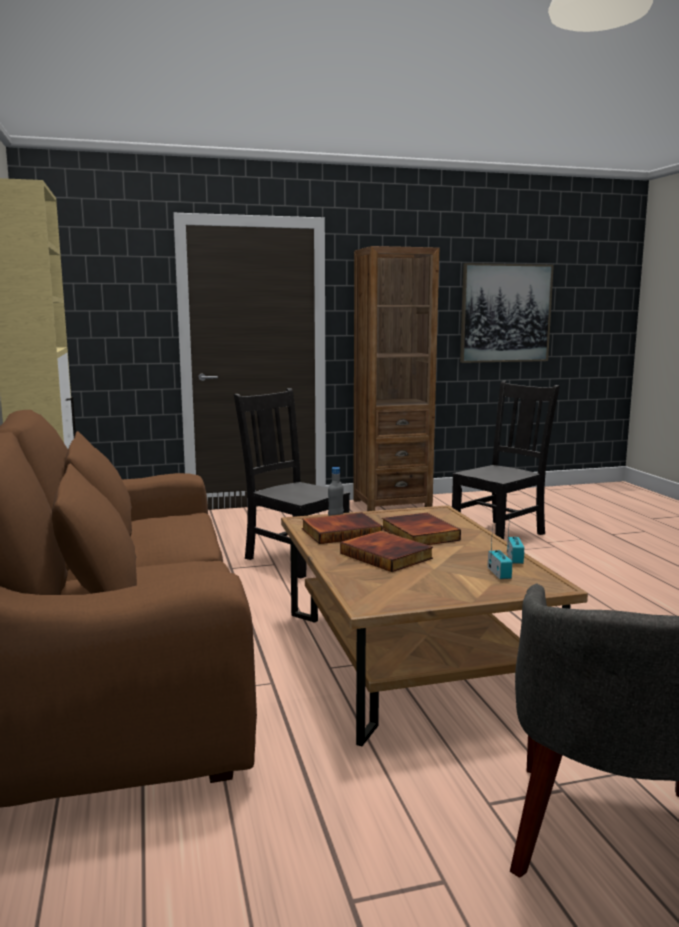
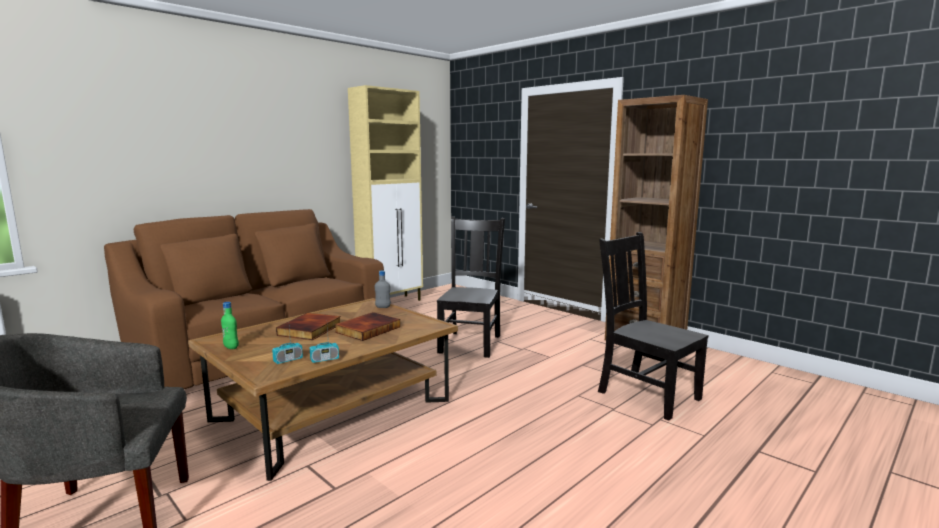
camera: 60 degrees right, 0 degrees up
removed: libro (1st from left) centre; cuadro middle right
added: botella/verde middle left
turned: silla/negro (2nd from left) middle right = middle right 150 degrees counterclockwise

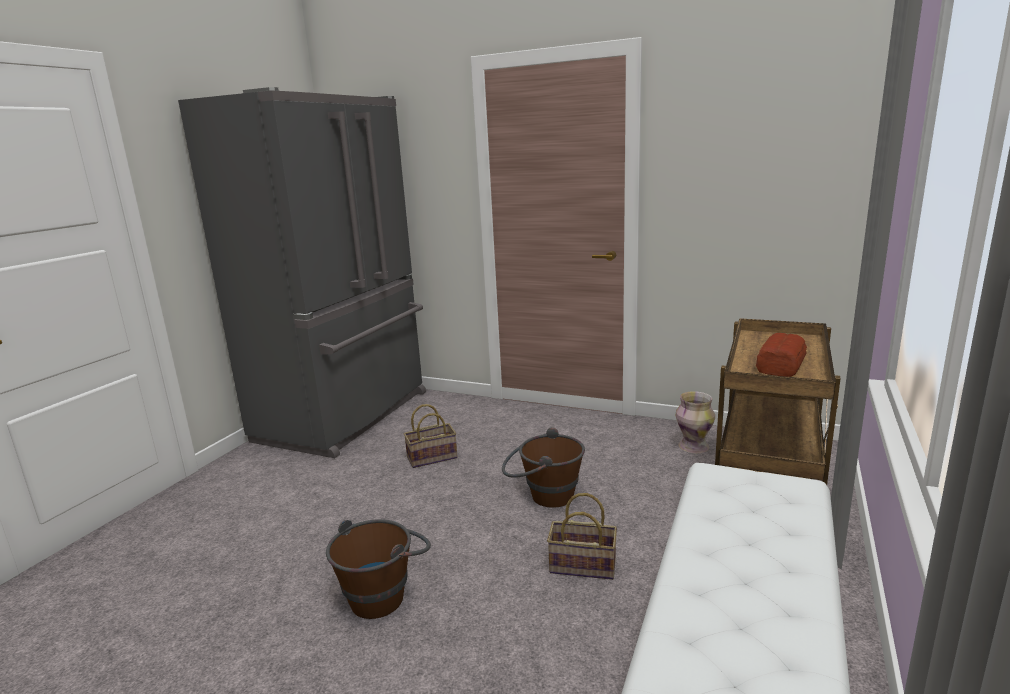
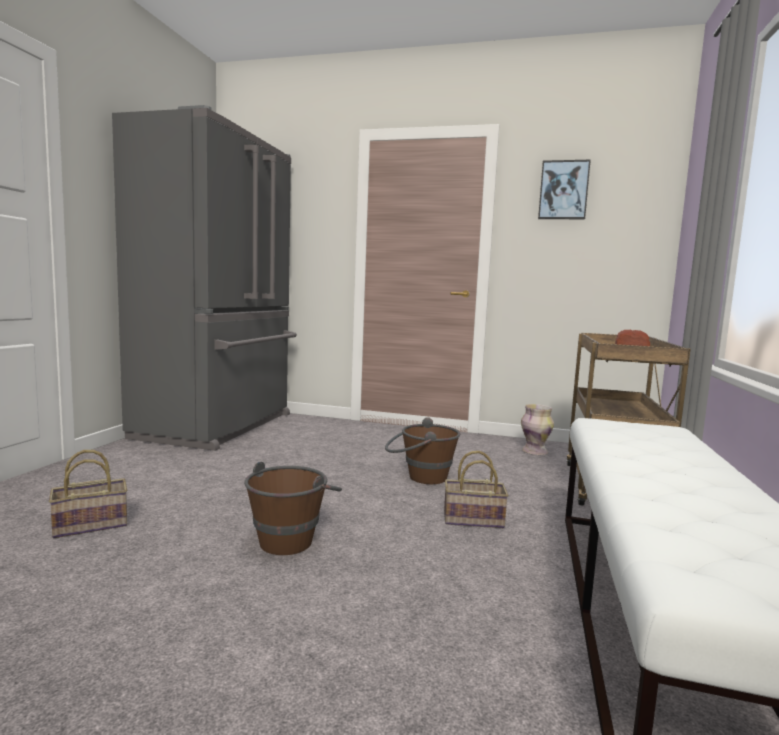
camera: 10 degrees left, 10 degrees down
added: cuadro top right
moved: cesta (1st from left) centre to bottom left

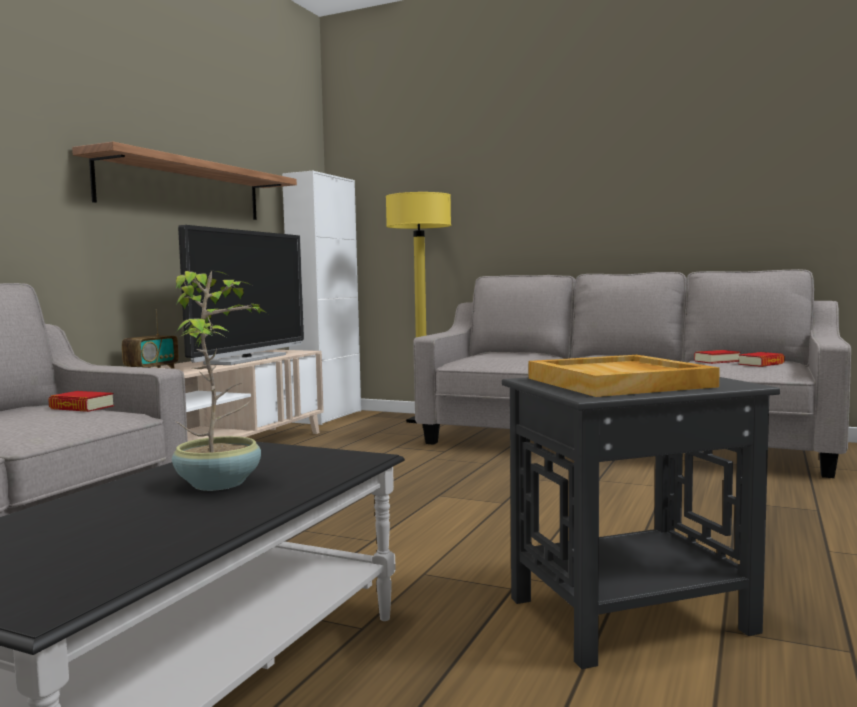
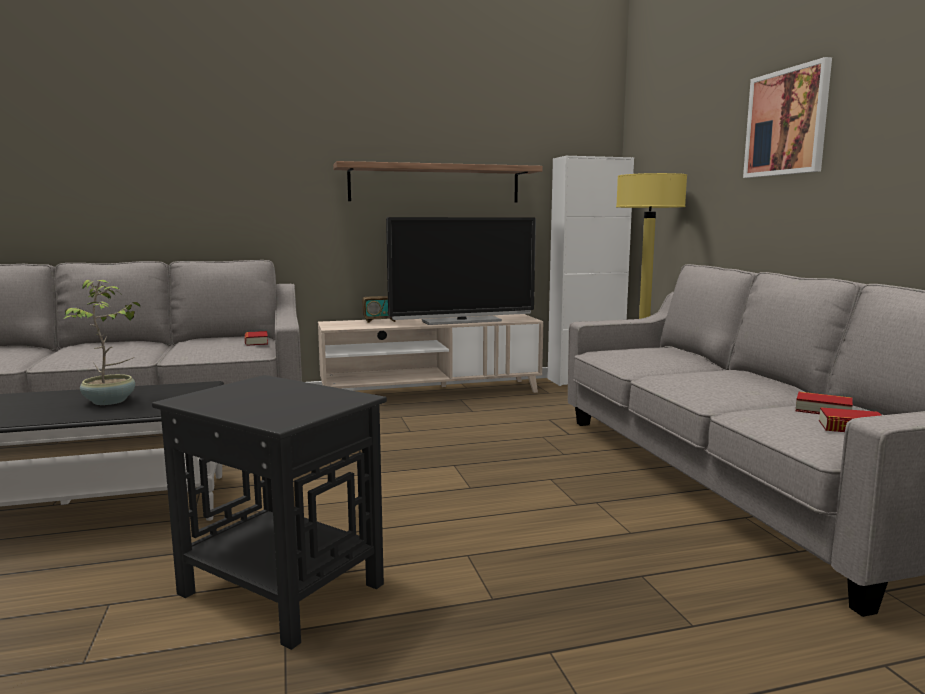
camera: 50 degrees right, 5 degrees up
removed: bandeja/beis middle right
added: cuadro top right

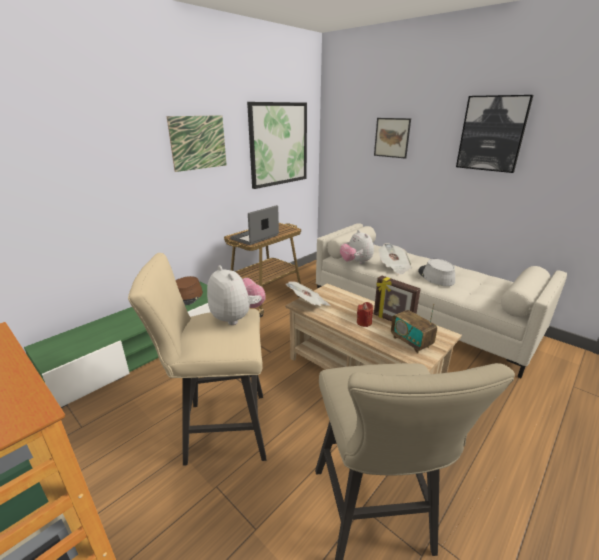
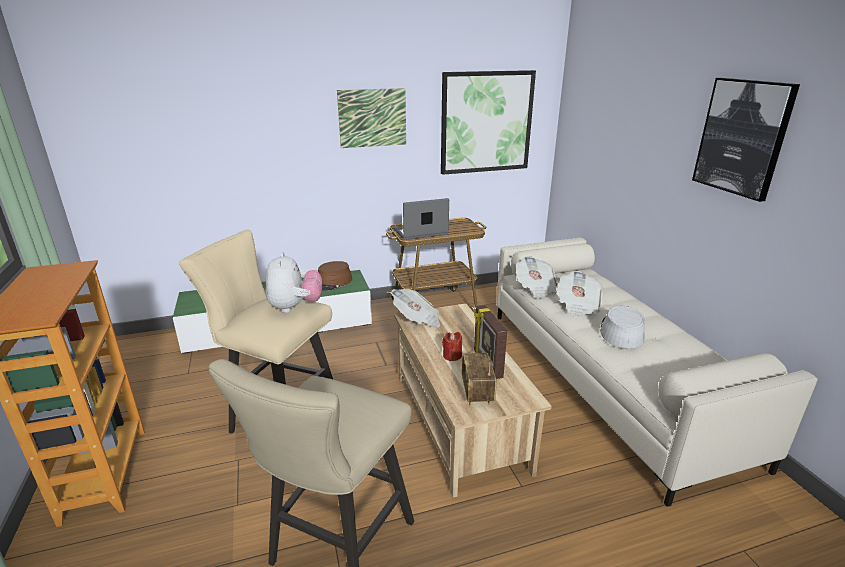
camera: 30 degrees right, 0 degrees up
removed: cuadro (3rd from left) top centre
replaced: peluche (2nd from left) centre to periódico (2nd from left) centre

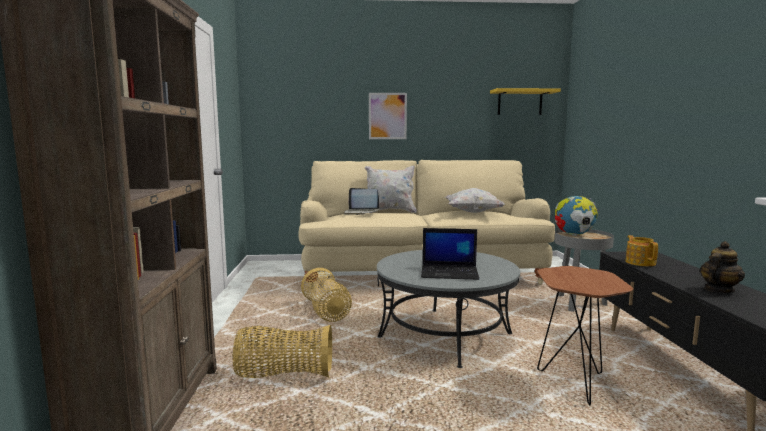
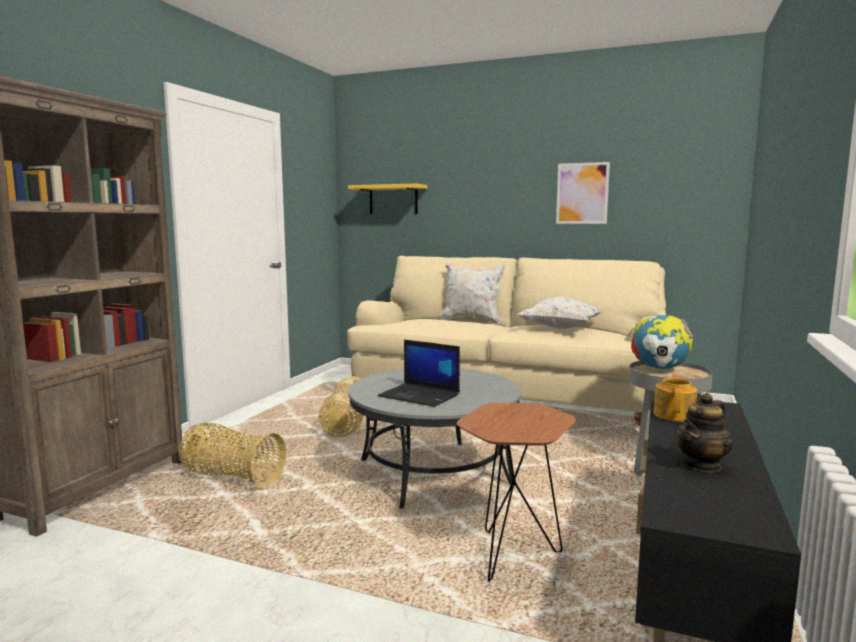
camera: 25 degrees right, 0 degrees up
removed: portátil (1st from left) centre
moved: cuadro top centre to top right; estante/amarillo top right to top centre
turned: tetera (2nd from left) middle right = bottom right 150 degrees clockwise

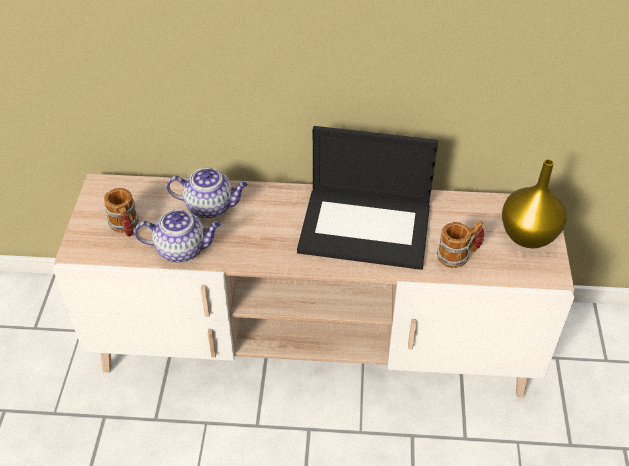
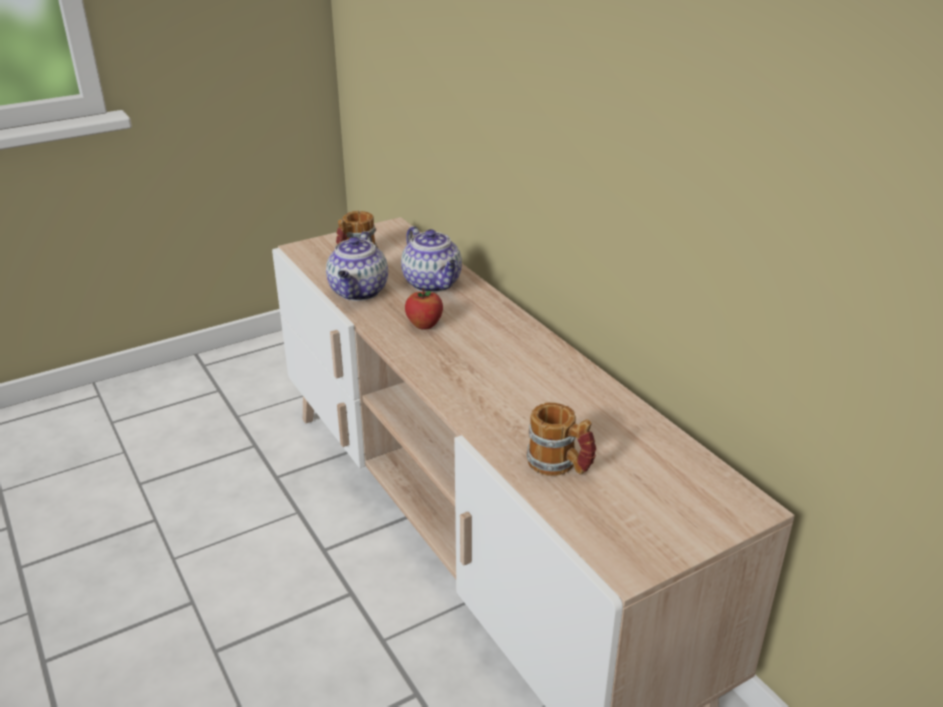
camera: 55 degrees right, 15 degrees down
removed: portátil centre; florero/amarillo middle right
added: manzana centre
turned: tetera (1st from left) middle left = centre 45 degrees clockwise

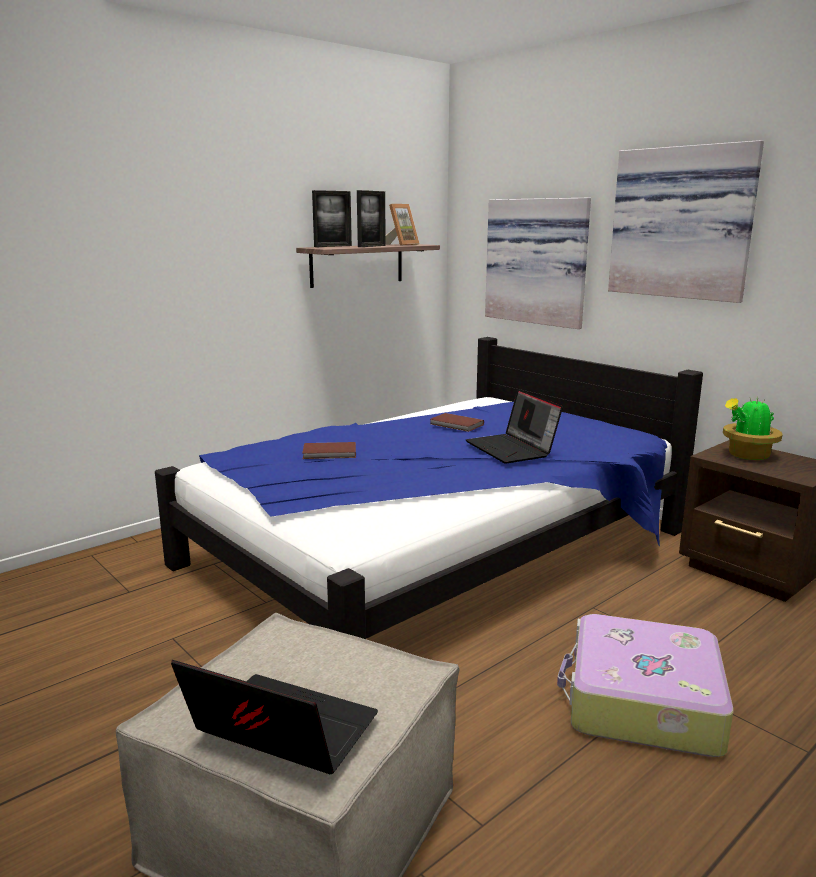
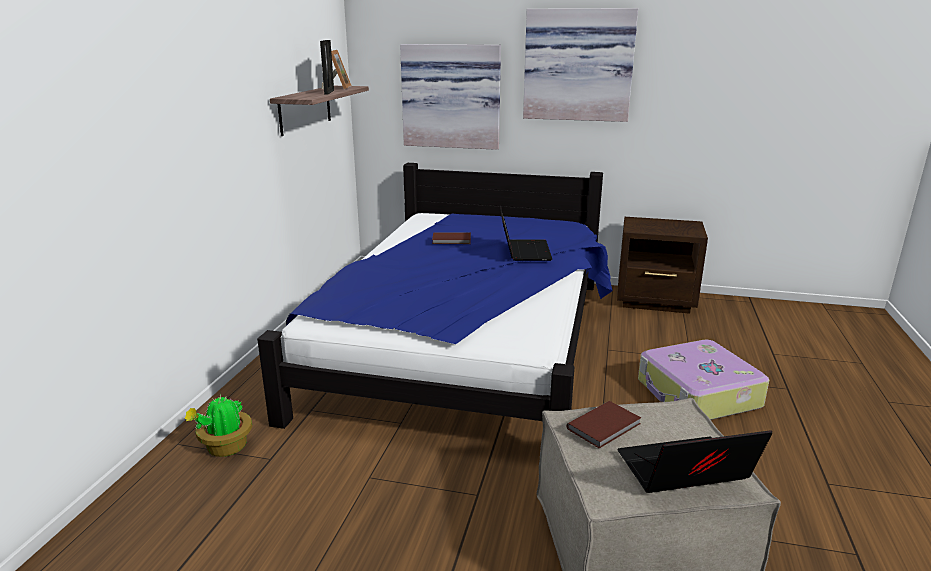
camera: 35 degrees left, 5 degrees up
removed: portarretratos (1st from left) top centre
moved: libro/marrón (1st from left in the first image) centre to libro/marrón (2nd from left) bottom centre; planta en maceta middle right to bottom left
turned: portátil (2nd from left in the first image) centre = centre 120 degrees counterclockwise

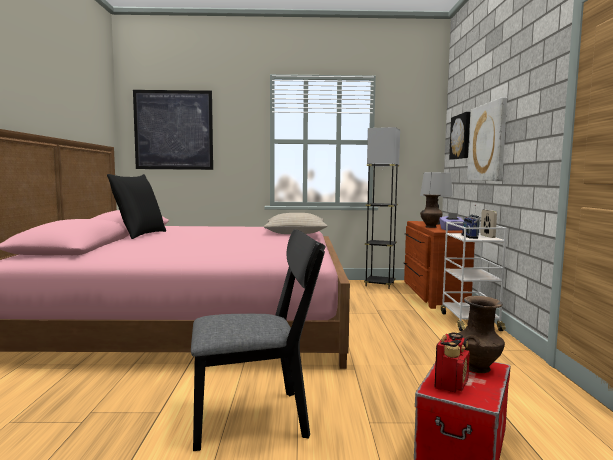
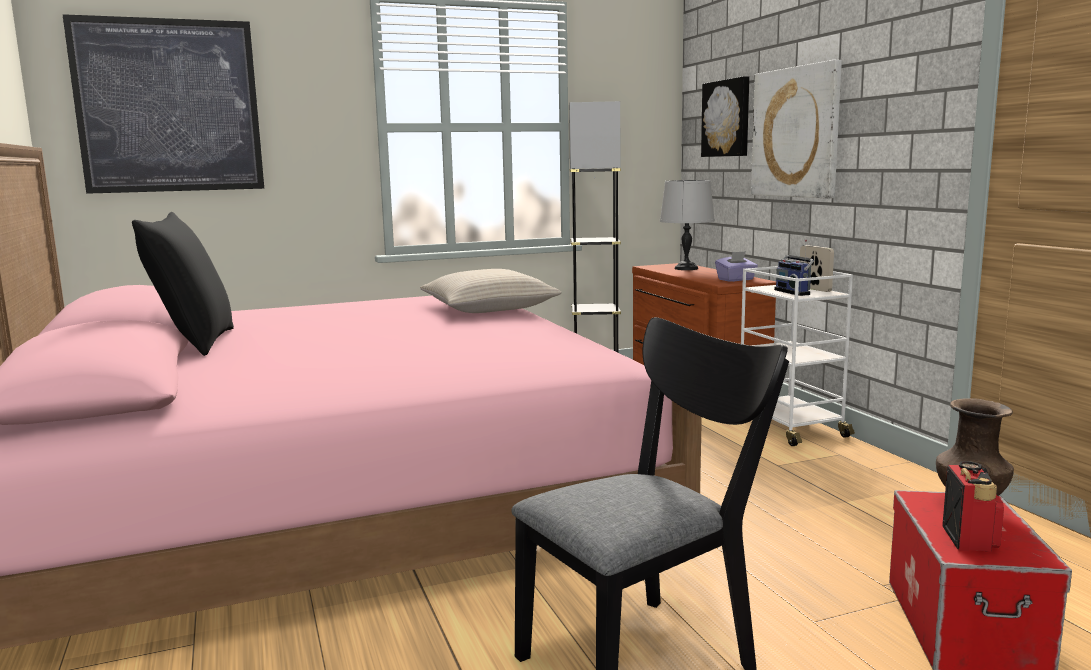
camera: 20 degrees left, 5 degrees up
removed: florero/marrón (1st from left) middle right

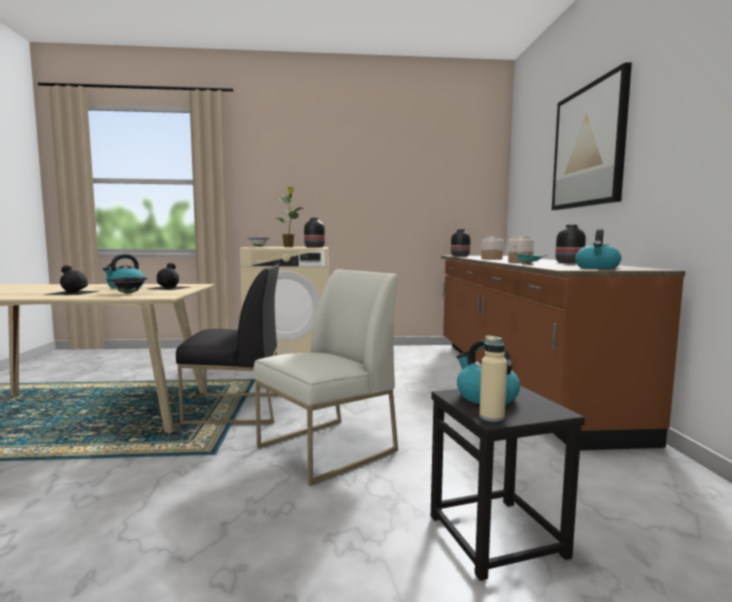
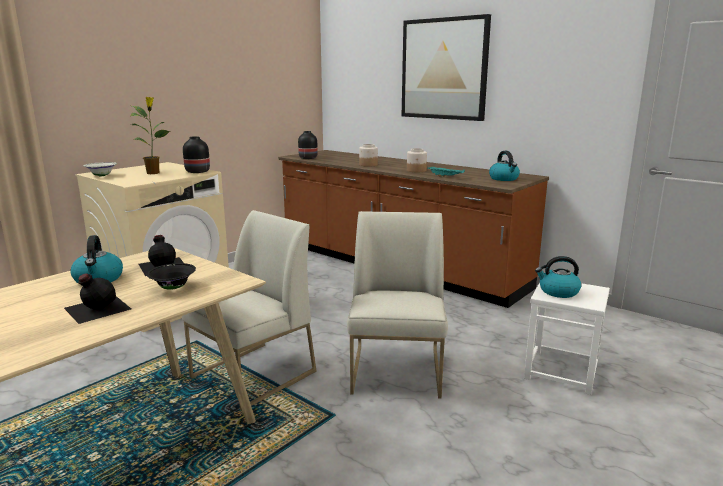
camera: 45 degrees left, 10 degrees up
removed: botella/beis middle right; florero/negro (3rd from left) middle right
recoloured: silla/negro middle left to silla/blanco (1st from left) centre; taburete/negro bottom right to taburete/blanco bottom right

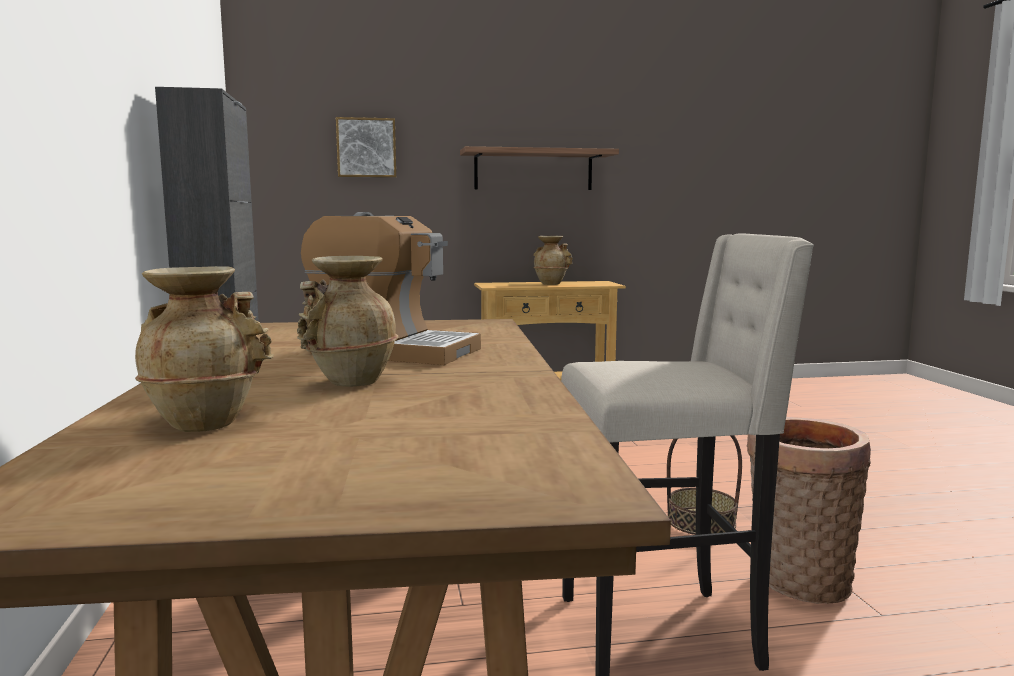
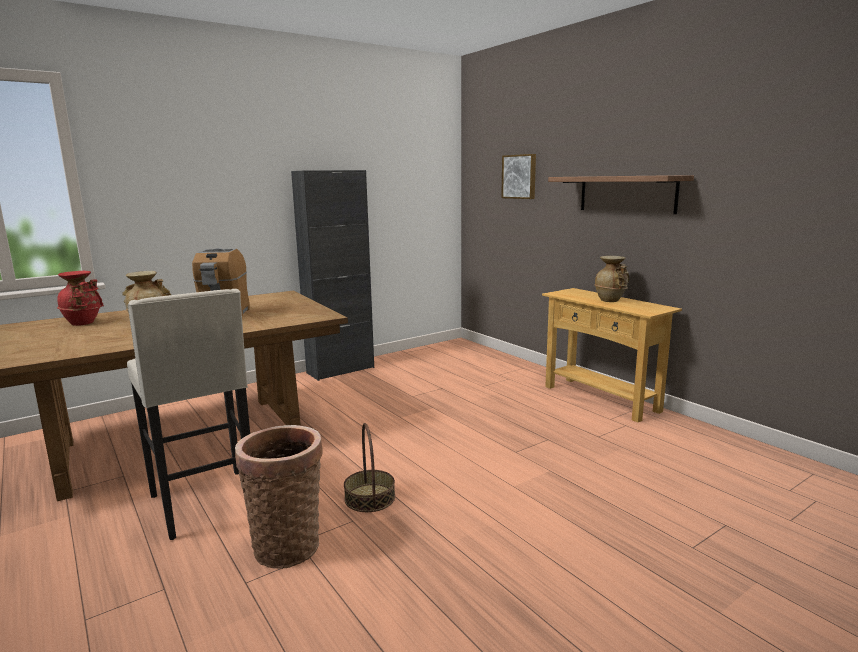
camera: 65 degrees right, 5 degrees up
recoloured: florero/beis (1st from left) middle left to florero/rojo middle left

